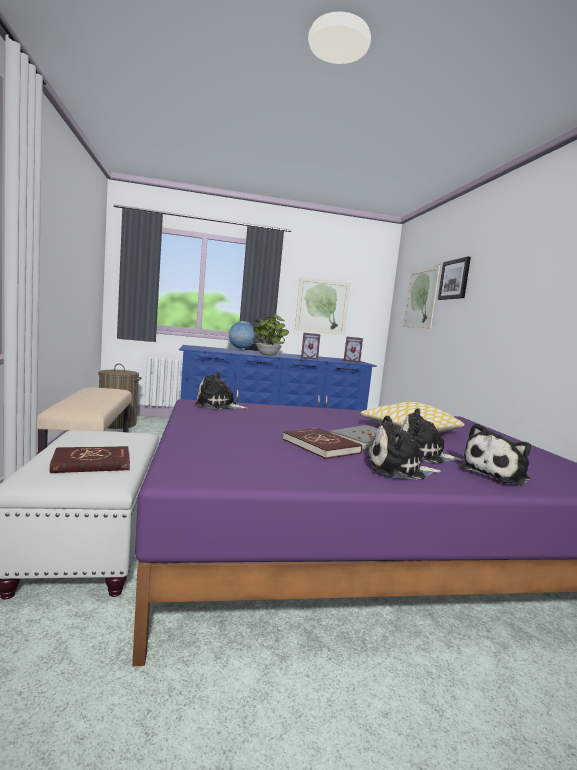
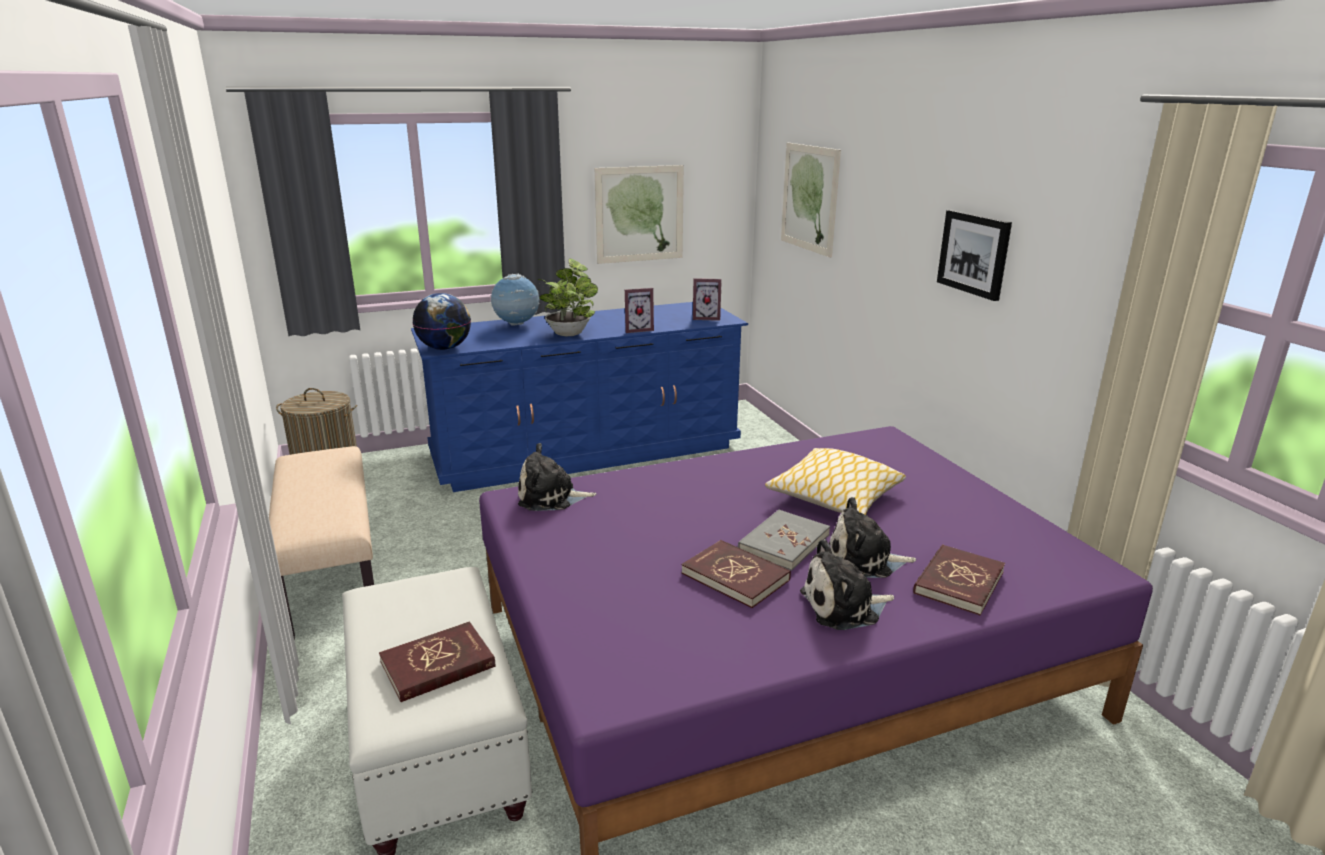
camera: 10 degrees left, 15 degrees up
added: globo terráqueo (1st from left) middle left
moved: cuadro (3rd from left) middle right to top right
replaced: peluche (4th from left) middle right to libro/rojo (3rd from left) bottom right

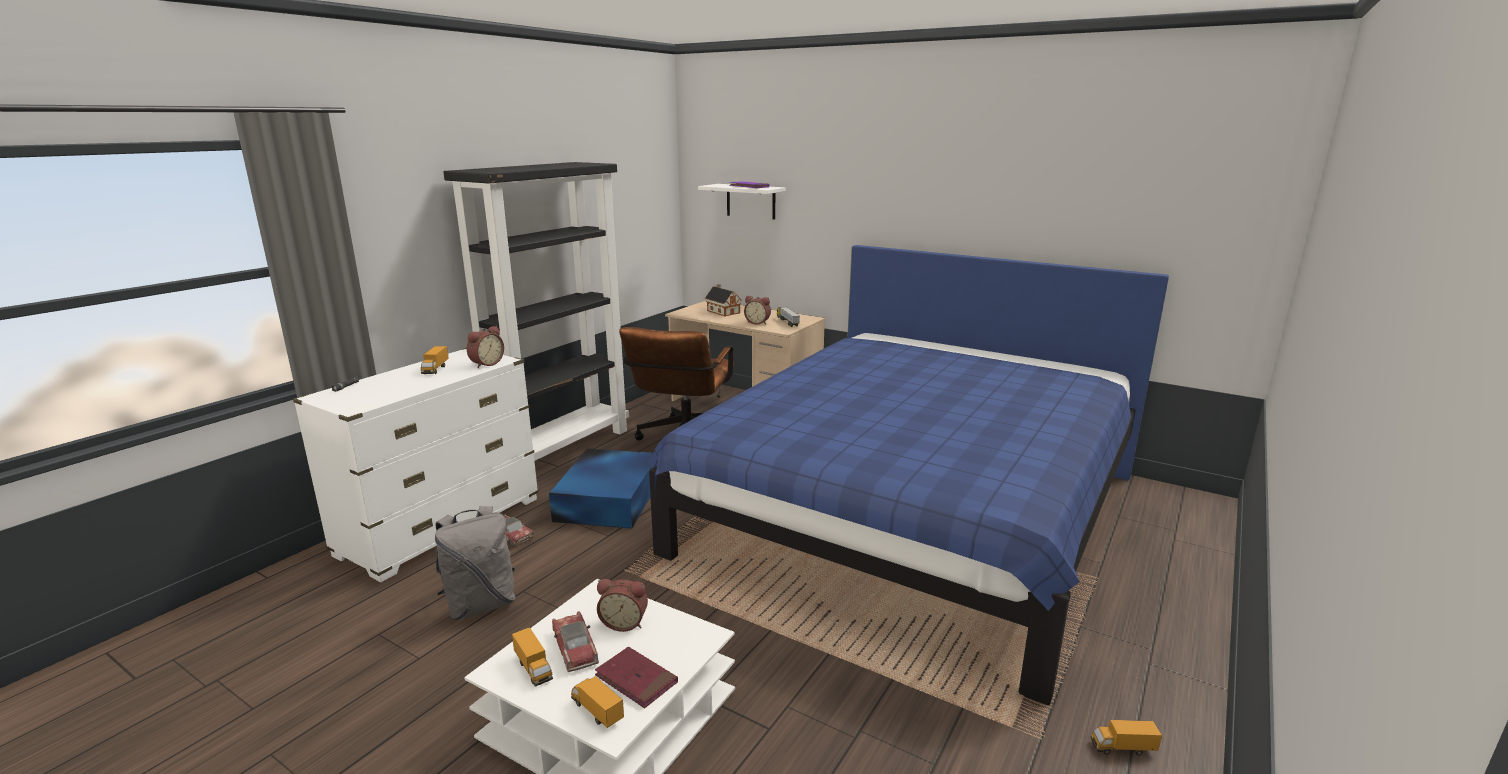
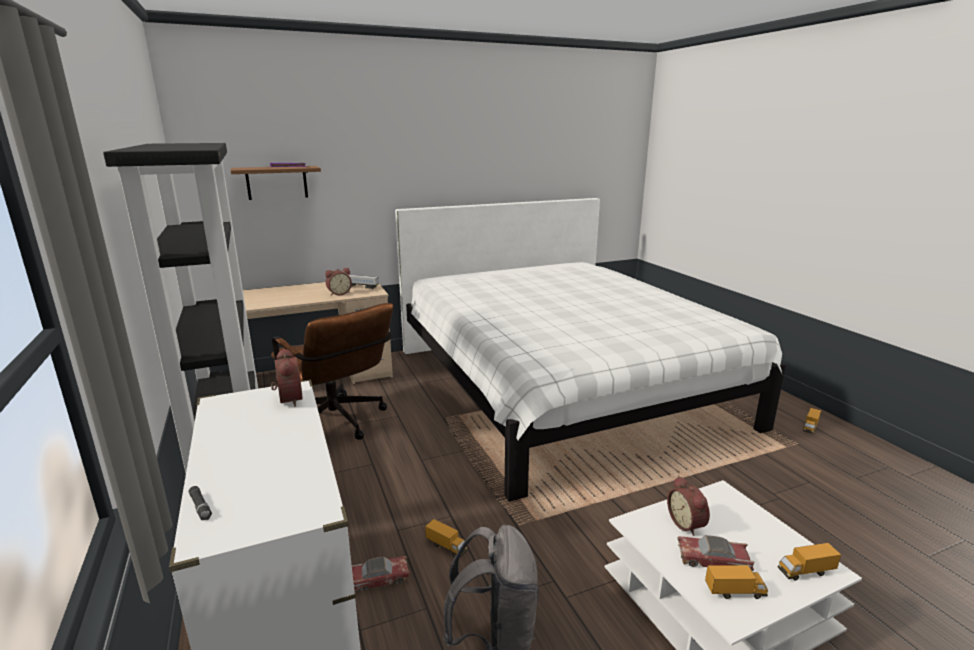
camera: 55 degrees left, 0 degrees up
removed: caja de almacenaje/azul centre; libro/rojo bottom centre; casita centre
moved: camión de juguete (1st from left in the first image) middle left to camión de juguete (2nd from left) bottom centre
recoloured: cama/azul centre to cama/blanco centre; estante/blanco top centre to estante/marrón top left
turned: despertador (2nd from left in the first image) bottom centre = bottom right 120 degrees clockwise

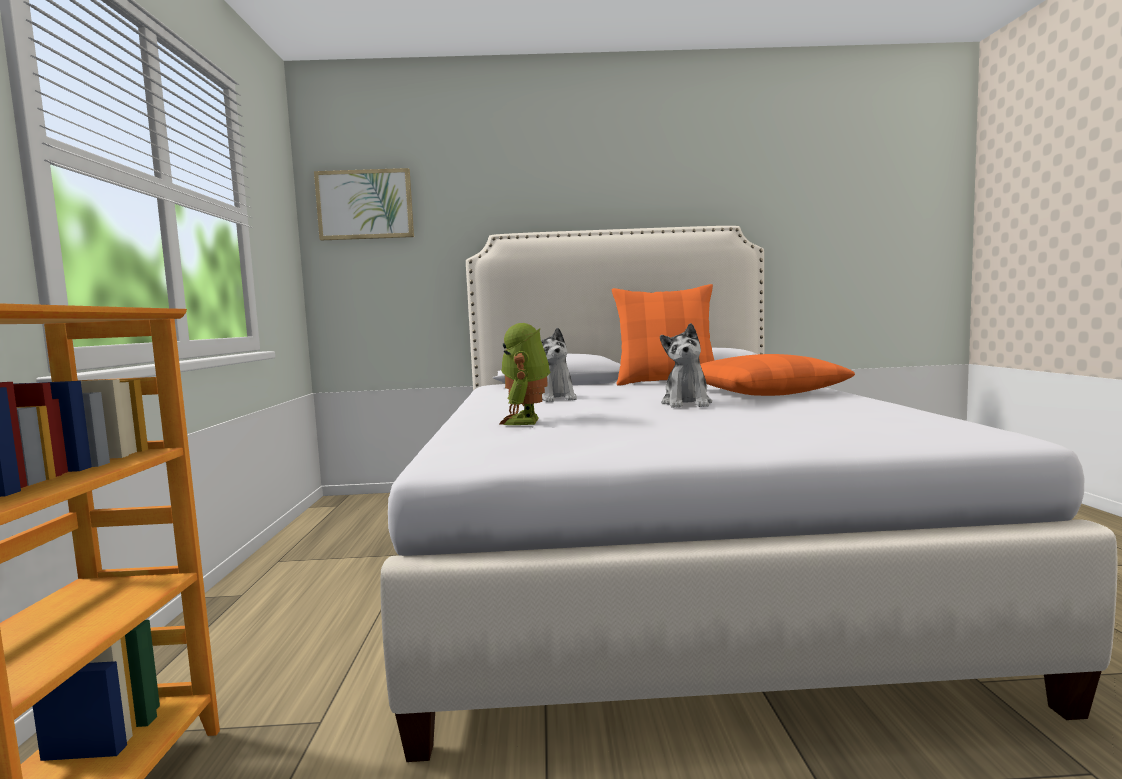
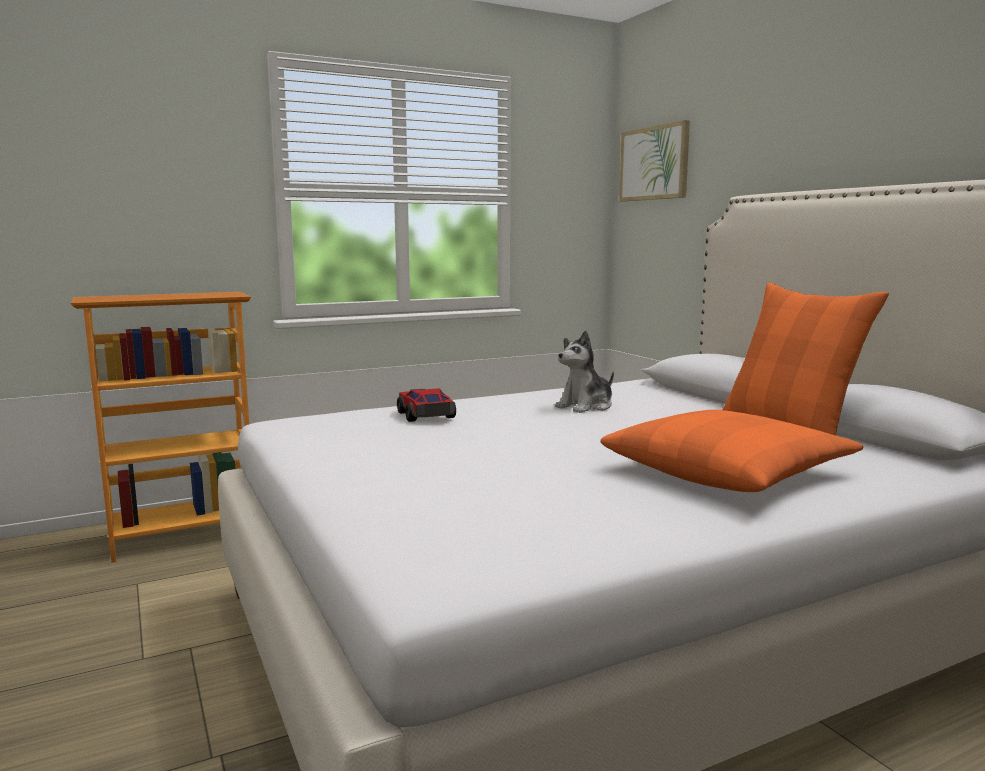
camera: 65 degrees right, 5 degrees up
removed: peluche (2nd from left) centre
replaced: robot de juguete centre to coche de juguete centre

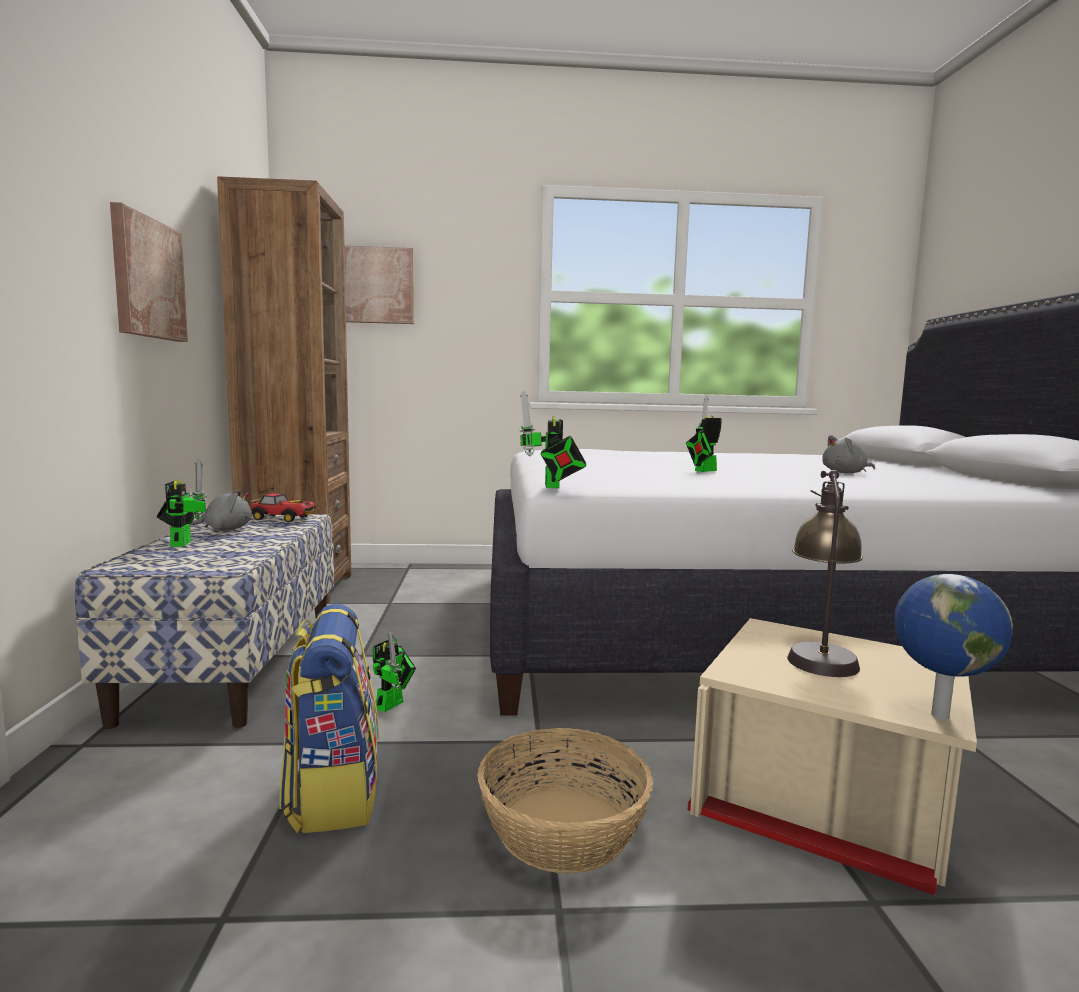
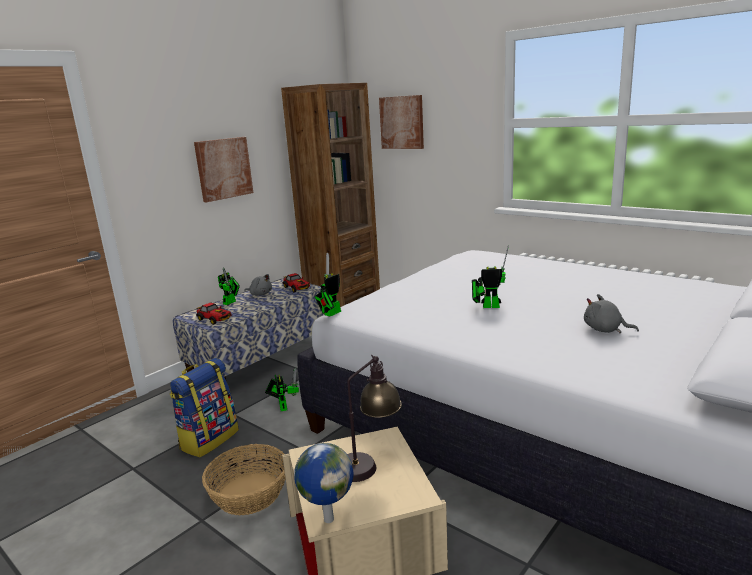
camera: 45 degrees right, 10 degrees up
added: coche de juguete (1st from left) middle left
turned: robot de juguete (2nd from left) bottom centre = bottom centre 90 degrees counterclockwise

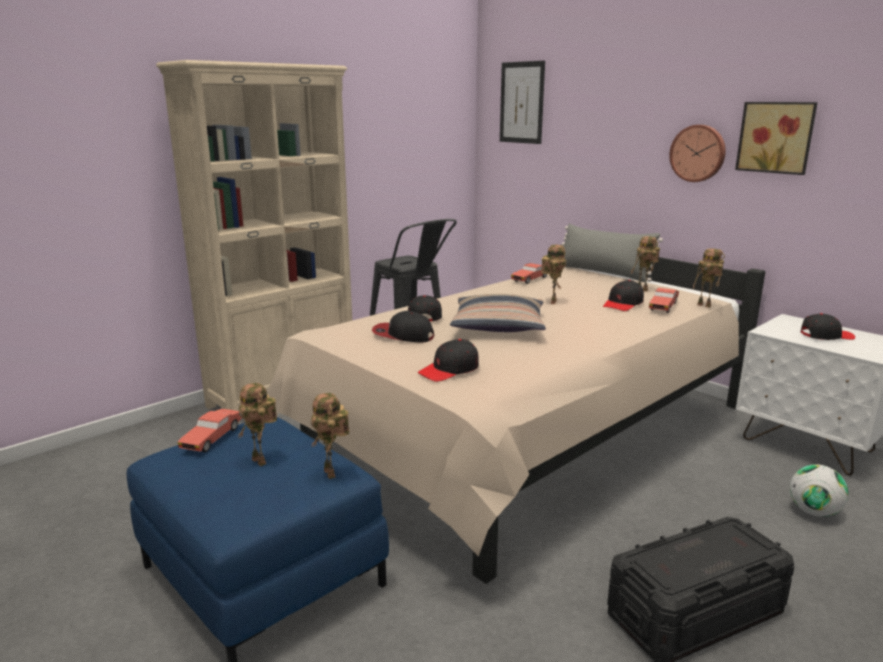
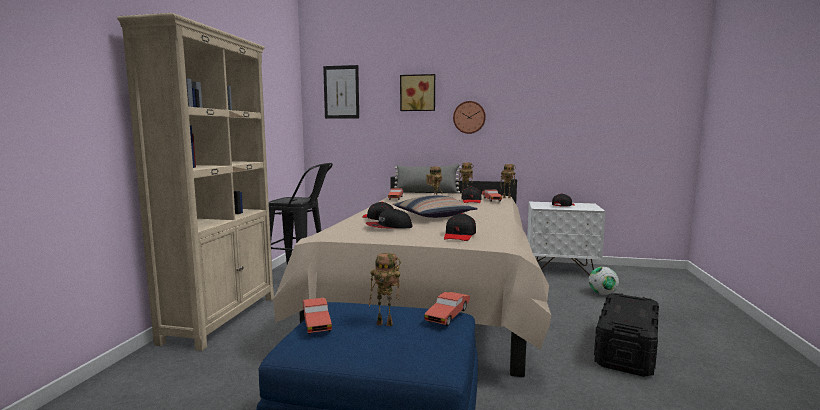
camera: 35 degrees left, 10 degrees down
moved: cuadro (2nd from left) top right to top centre
replaced: robot de juguete (2nd from left) centre to coche de juguete/rojo (3rd from left) bottom centre

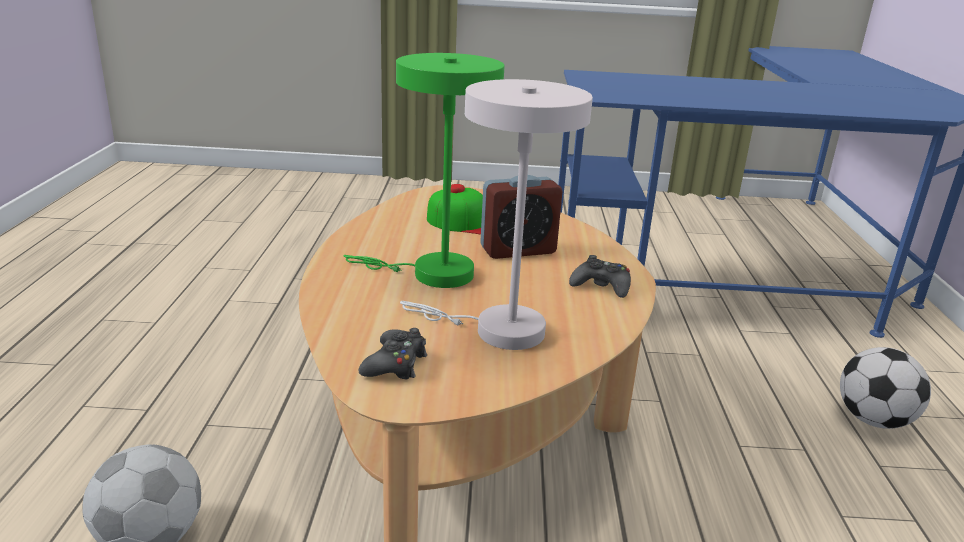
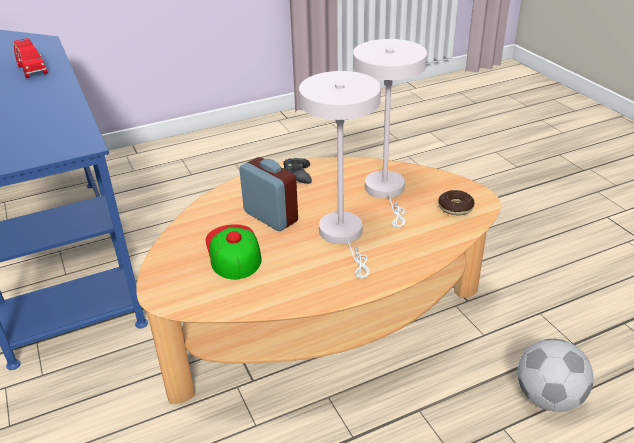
camera: 115 degrees left, 10 degrees up
removed: balón de fútbol (2nd from left) bottom right
added: coche de juguete/rojo top left
replaced: mando de consola/negro (1st from left) centre to rosquilla middle right
recoloured: lámpara de mesa/verde top centre to lámpara de mesa/blanco (1st from left) centre

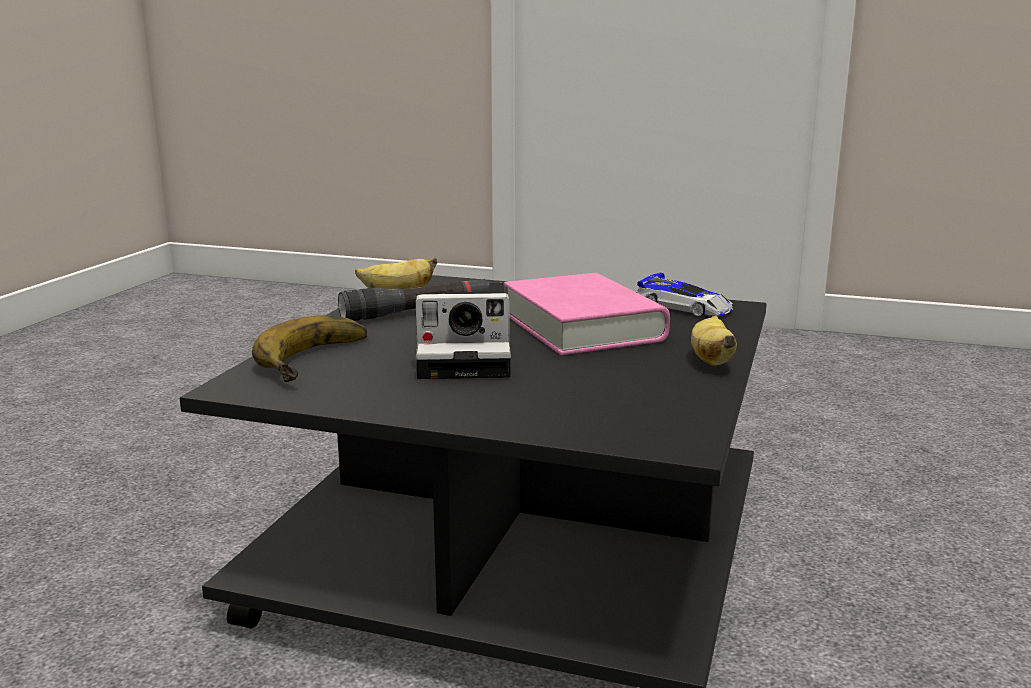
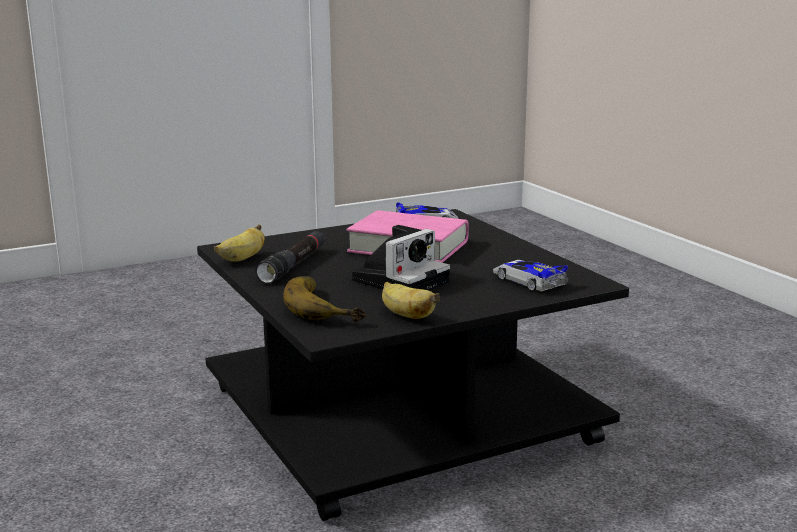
camera: 45 degrees left, 0 degrees up
added: coche de juguete (2nd from left) centre
moved: plátano (3rd from left) middle right to centre

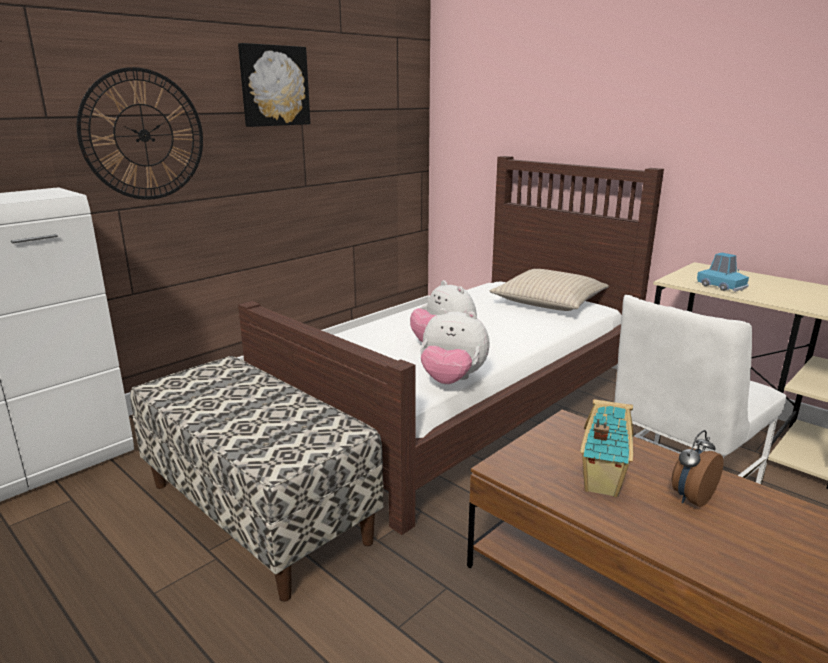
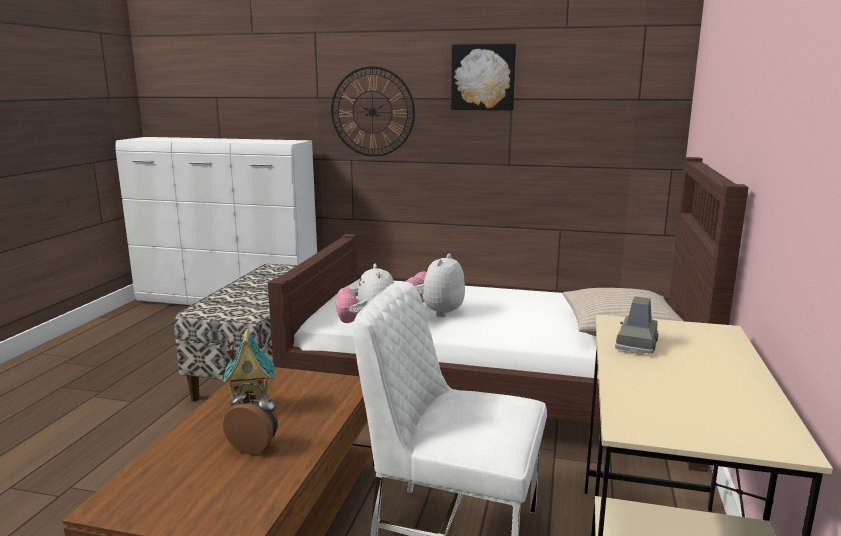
camera: 60 degrees right, 5 degrees down
recoloured: coche de juguete/azul middle right to coche de juguete/gris middle right

